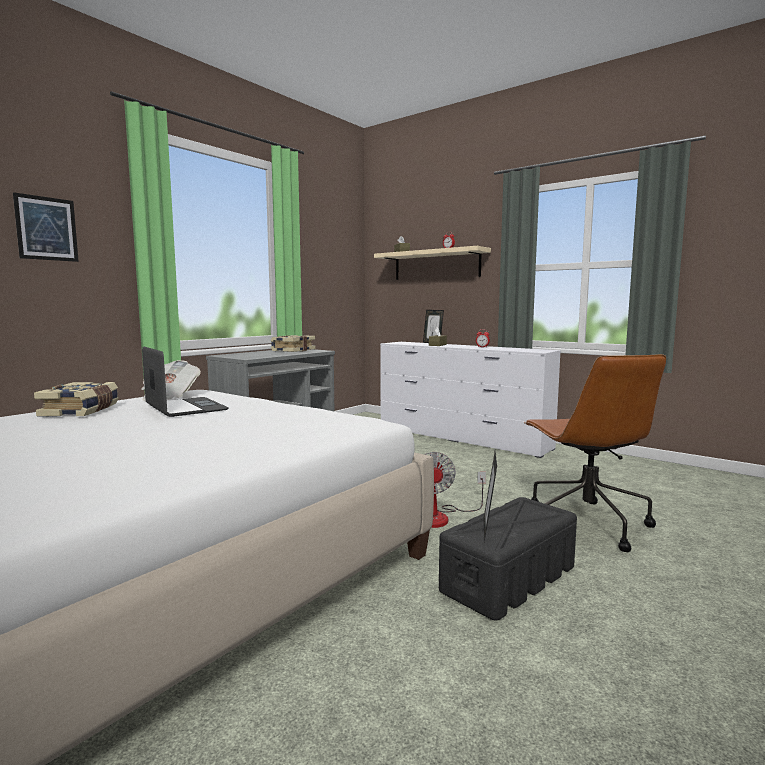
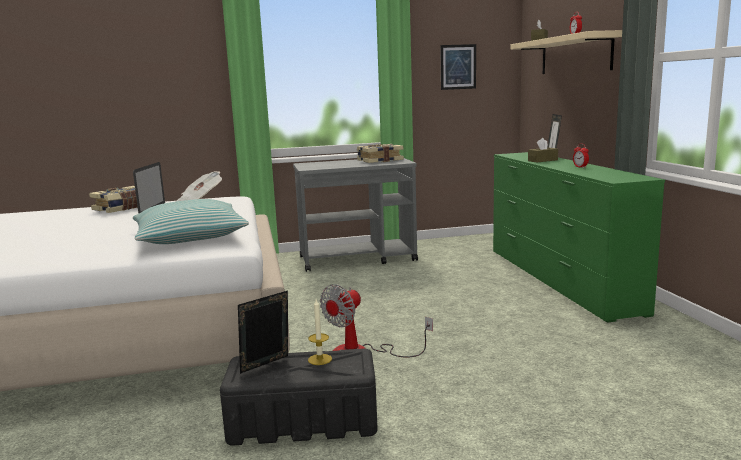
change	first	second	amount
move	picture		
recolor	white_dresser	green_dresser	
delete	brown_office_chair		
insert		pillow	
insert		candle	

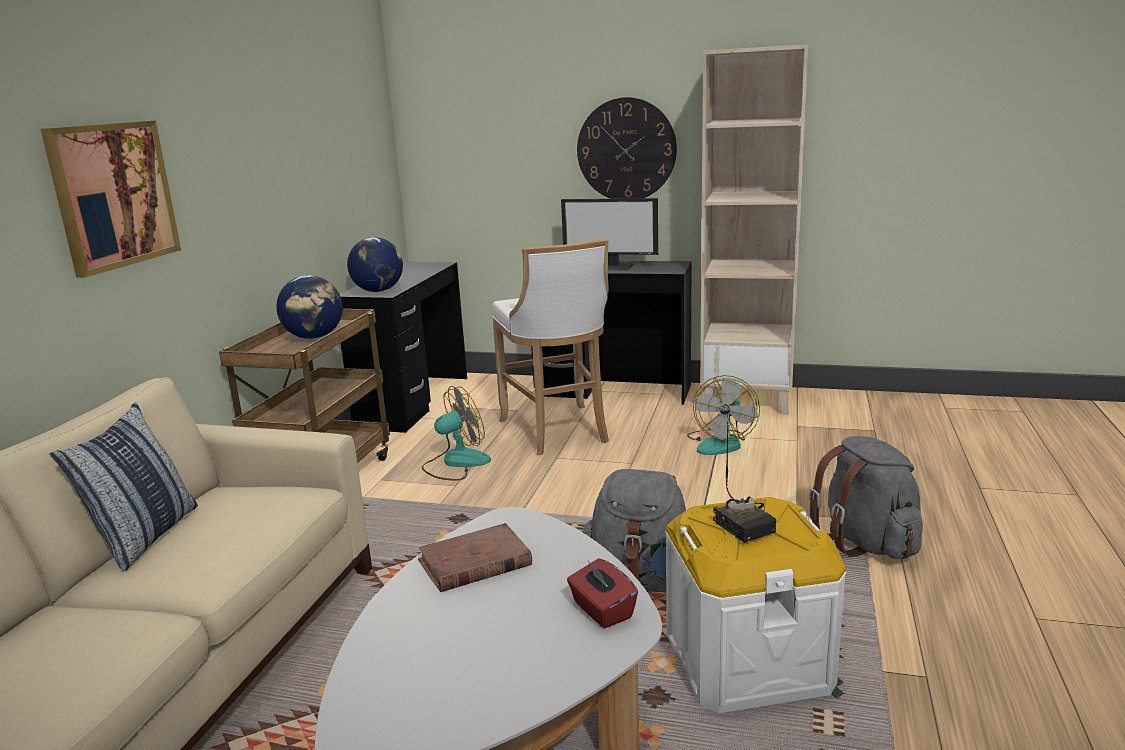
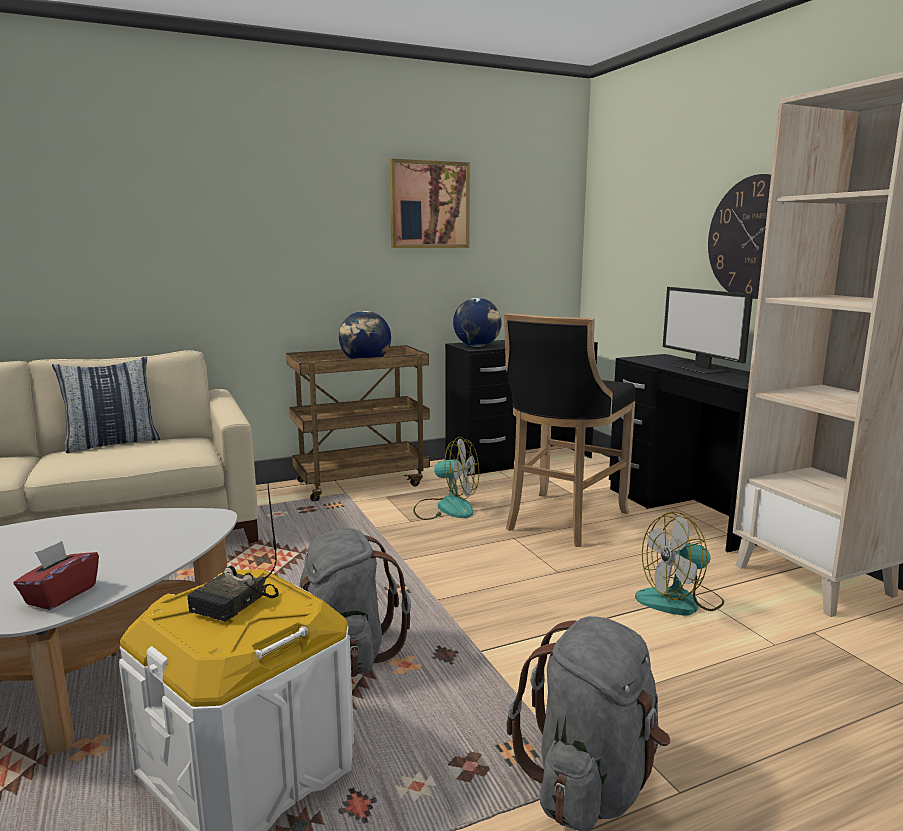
change	first	second	amount
move	picture		
recolor	white_stool	black_stool	
delete	brown_book		

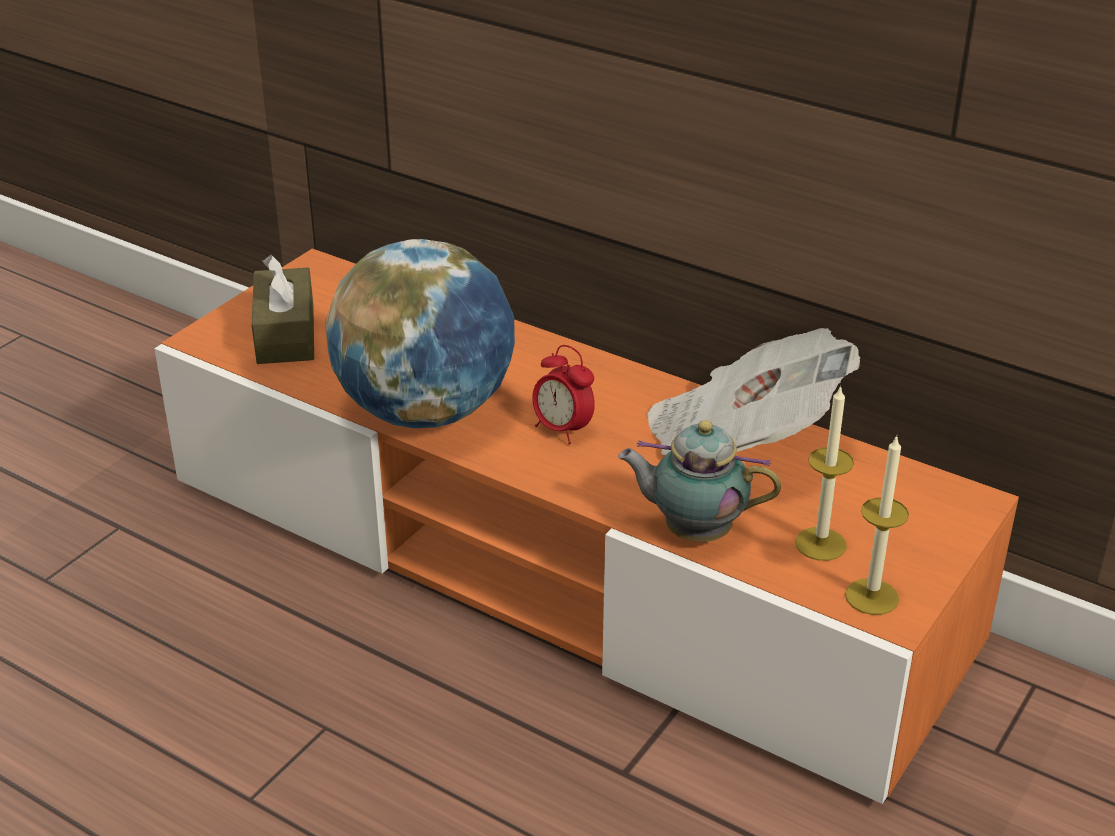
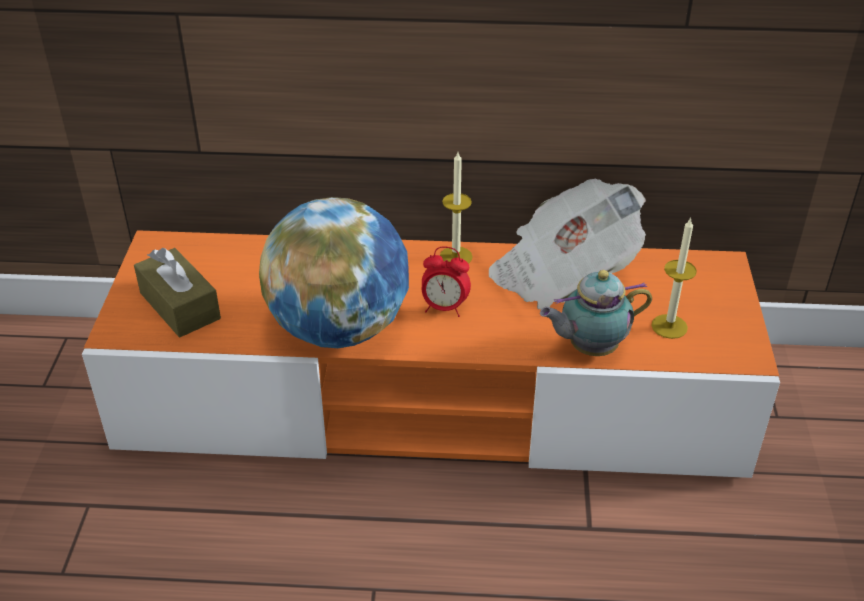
change	first	second	amount
move	candle (2nd from left in the first image)	candle (1st from left)	

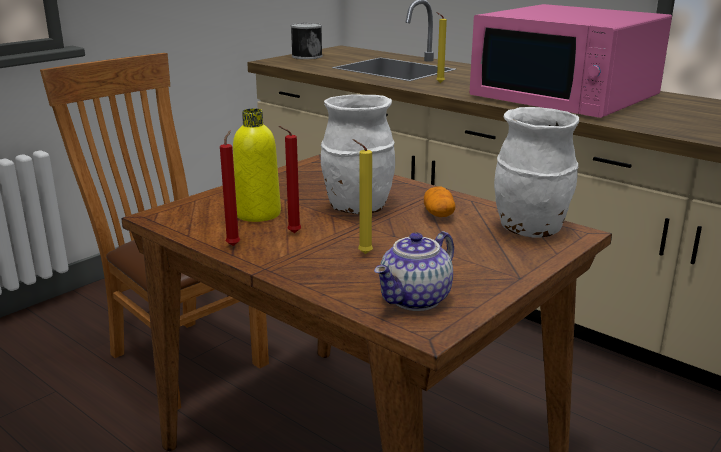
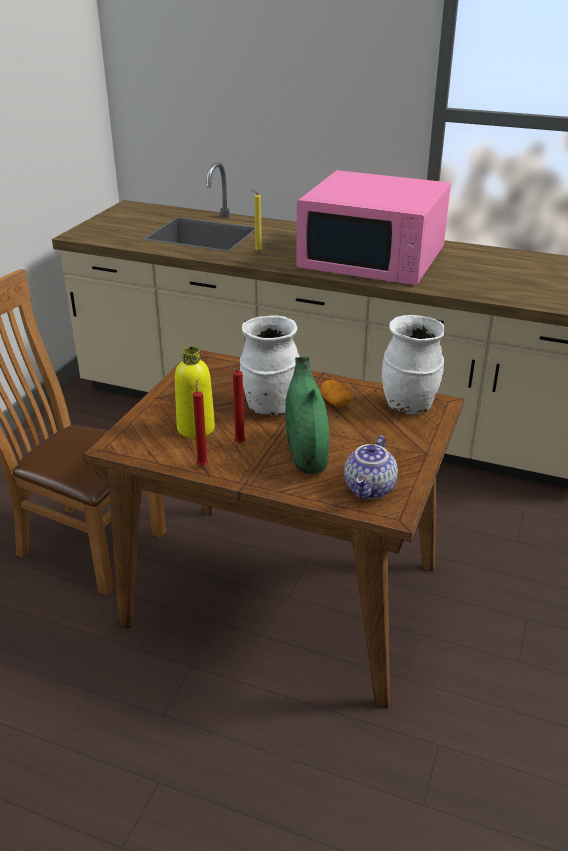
change	first	second	amount
delete	can		
replace	yellow_candle (1st from left)	green_vase	

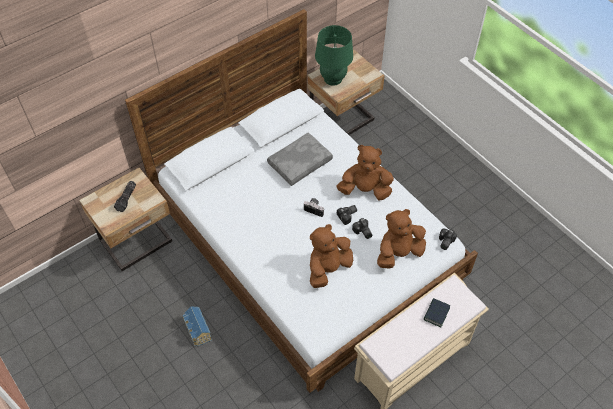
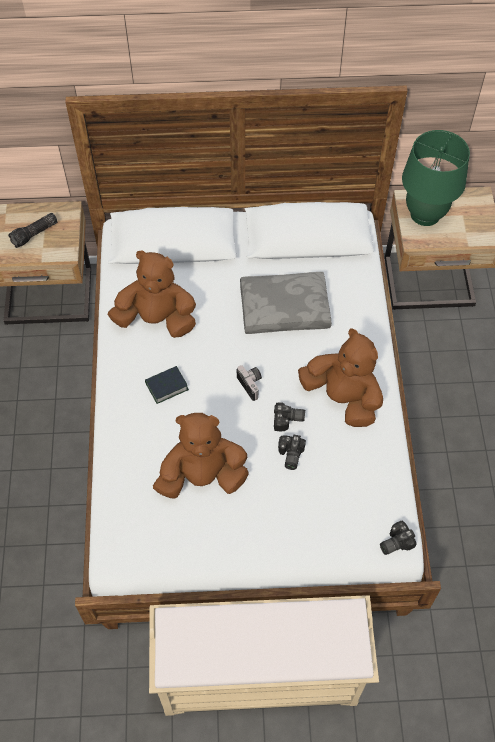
change	first	second	amount
move	brown_plush_toy (3rd from left in the first image)	brown_plush_toy (1st from left)	
move	book		
delete	toy_house		

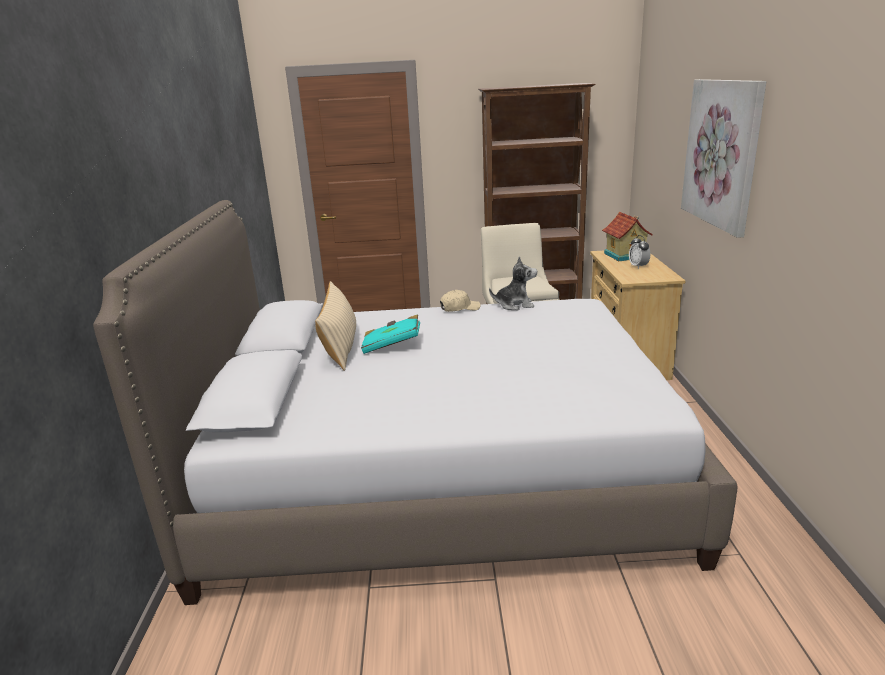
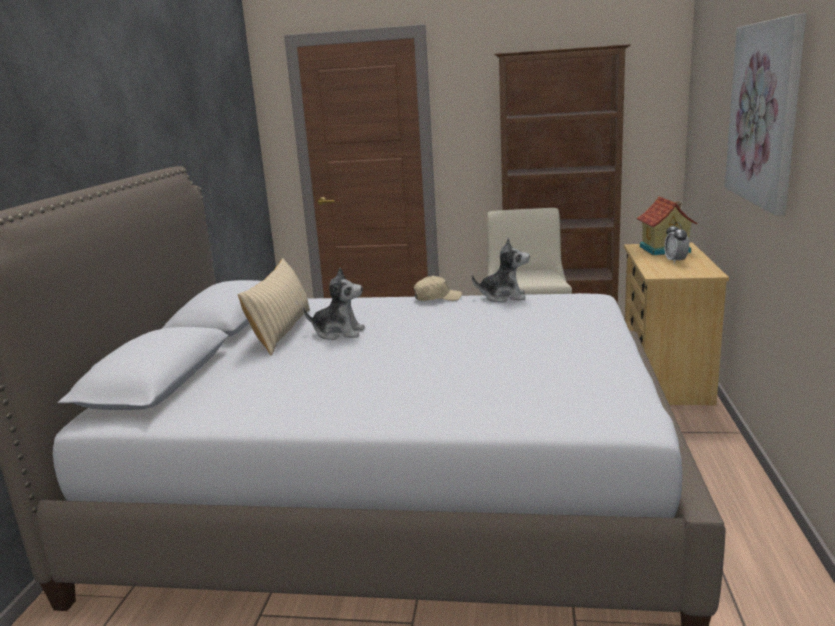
change	first	second	amount
replace	turquoise_book	plush_toy (1st from left)	

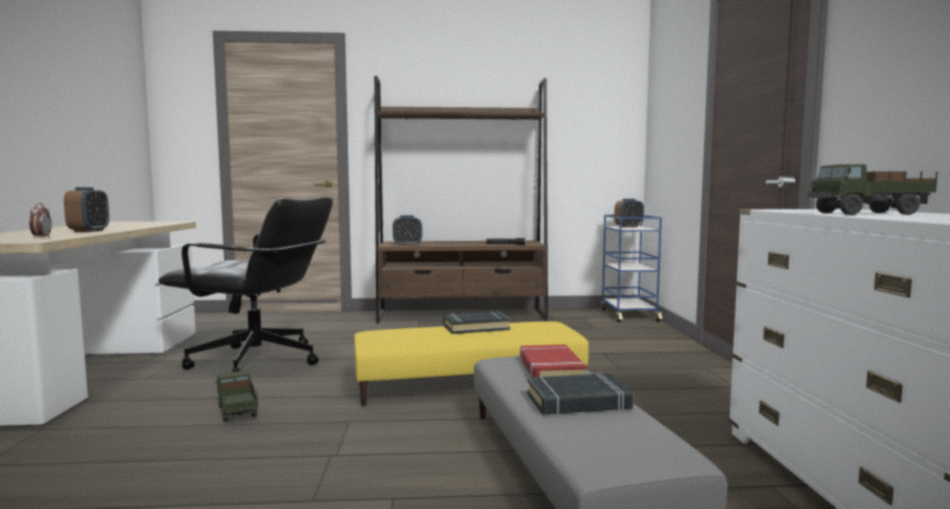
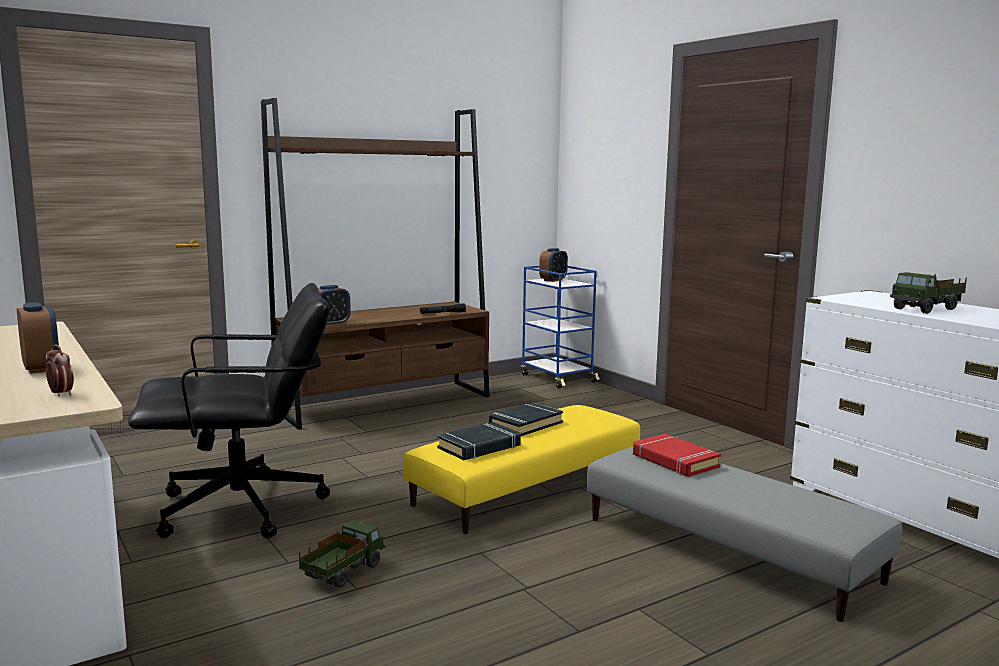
change	first	second	amount
rotate	toy_truck (1st from left)		90 degrees clockwise
move	black_book (2nd from left in the first image)	black_book (1st from left)	

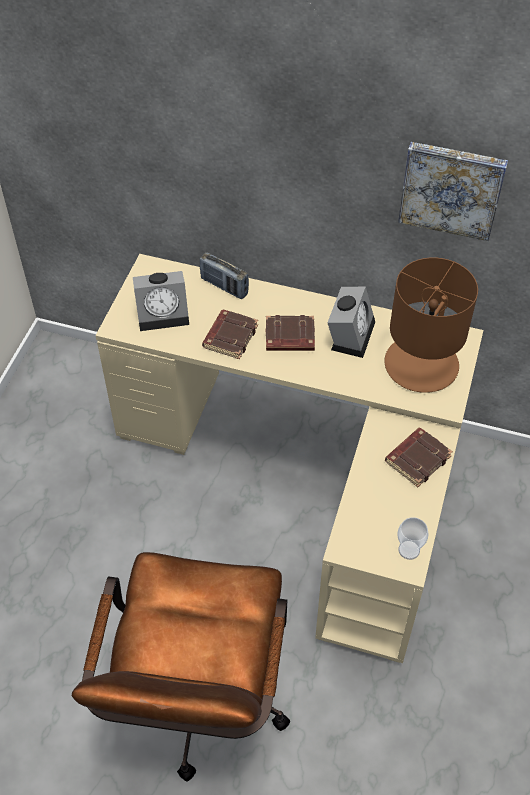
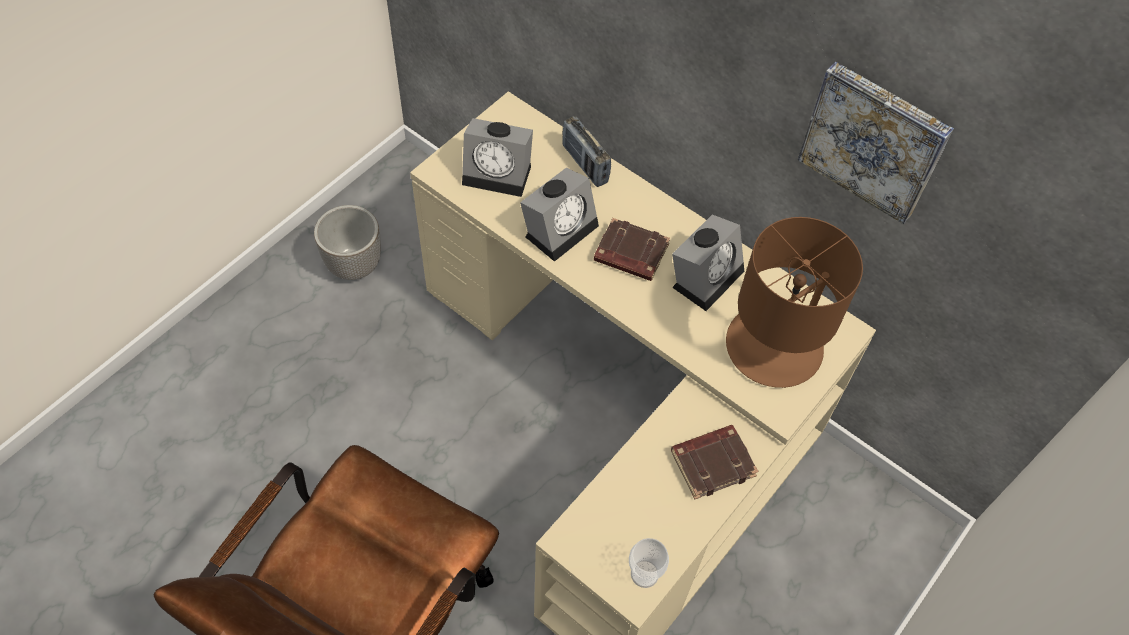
change	first	second	amount
replace	brown_book (1st from left)	alarm_clock (2nd from left)	
insert		planter	

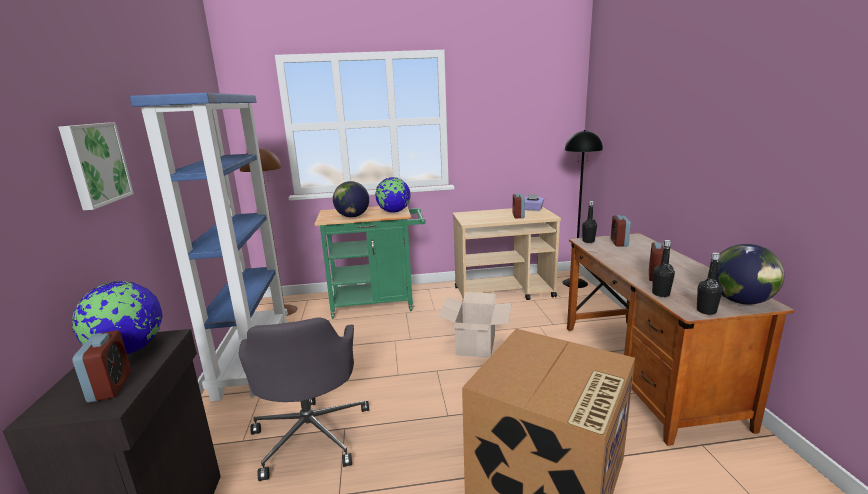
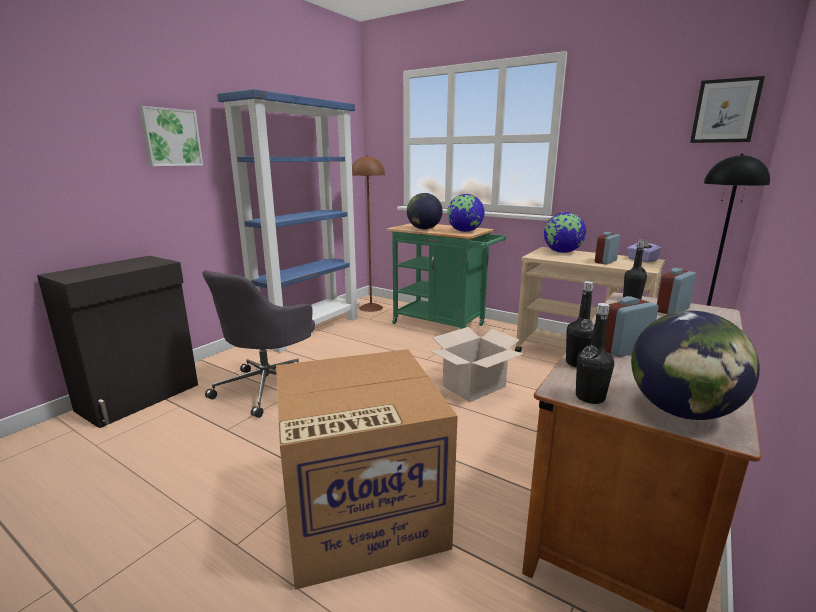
change	first	second	amount
move	globe (1st from left in the first image)	globe (3rd from left)	
delete	alarm_clock (1st from left)		
insert		picture (2nd from left)	

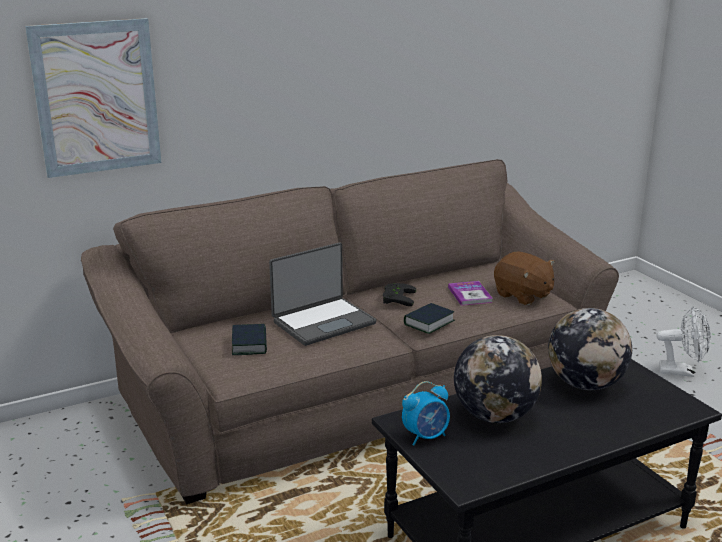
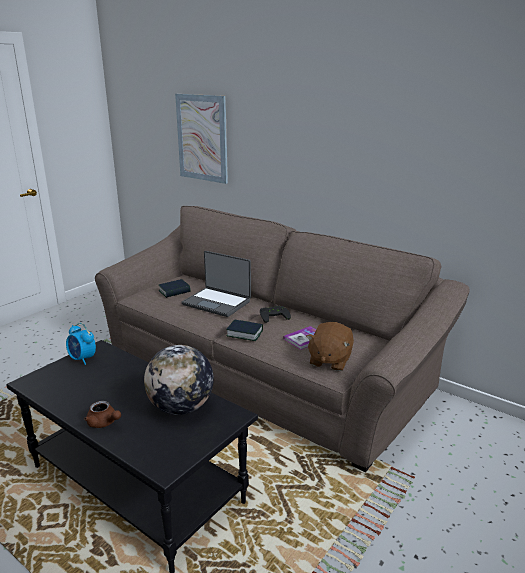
change	first	second	amount
delete	white_fan		
delete	globe (1st from left)		
insert		brown_teapot	

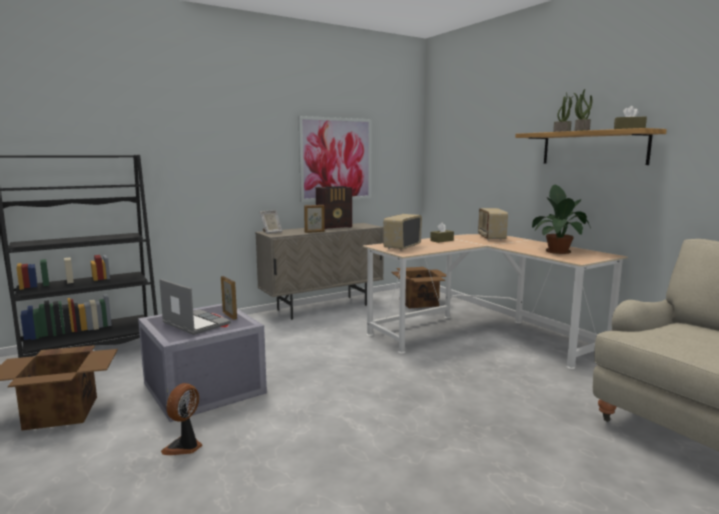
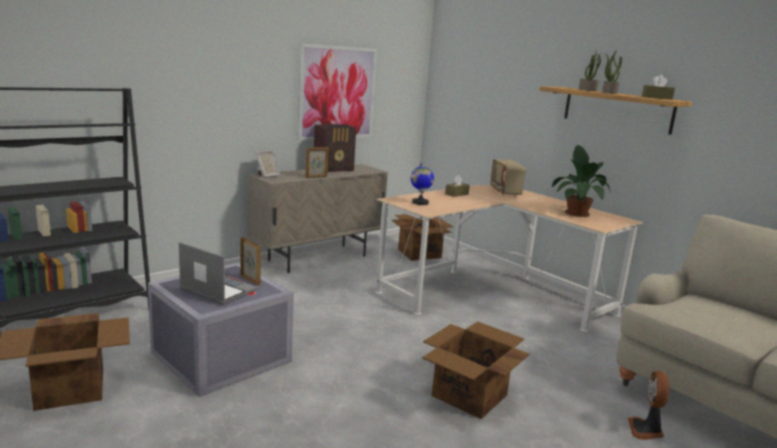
change	first	second	amount
replace	radio (2nd from left)	globe	
move	fan		
insert		cardboard_box (3rd from left)	

